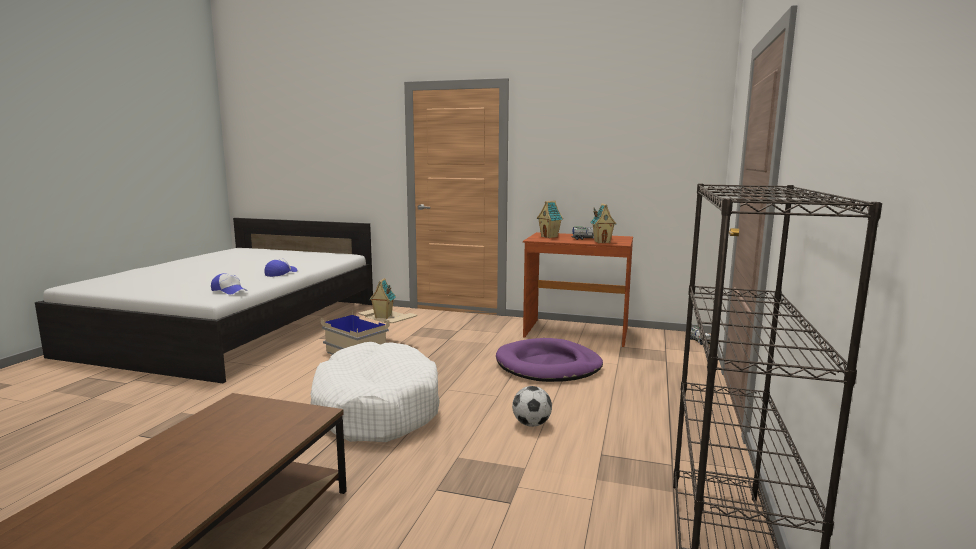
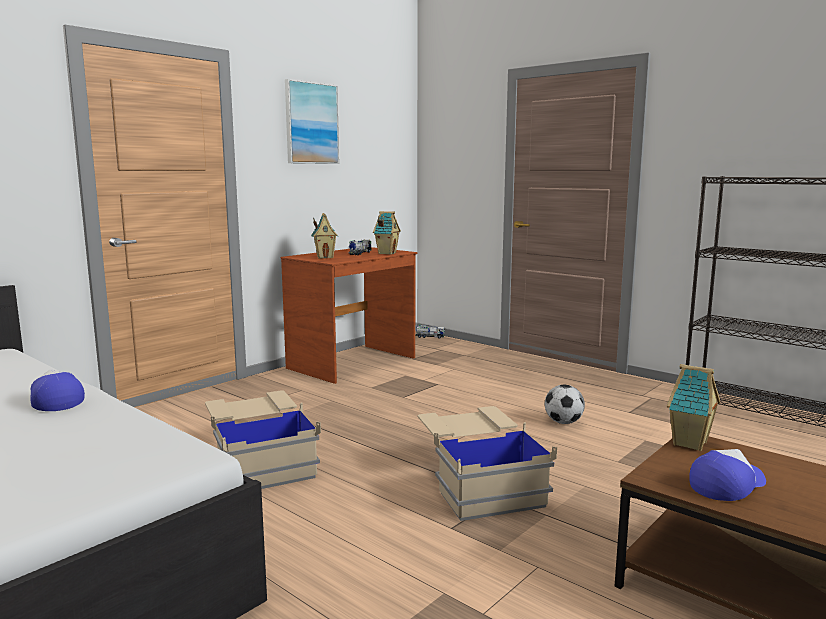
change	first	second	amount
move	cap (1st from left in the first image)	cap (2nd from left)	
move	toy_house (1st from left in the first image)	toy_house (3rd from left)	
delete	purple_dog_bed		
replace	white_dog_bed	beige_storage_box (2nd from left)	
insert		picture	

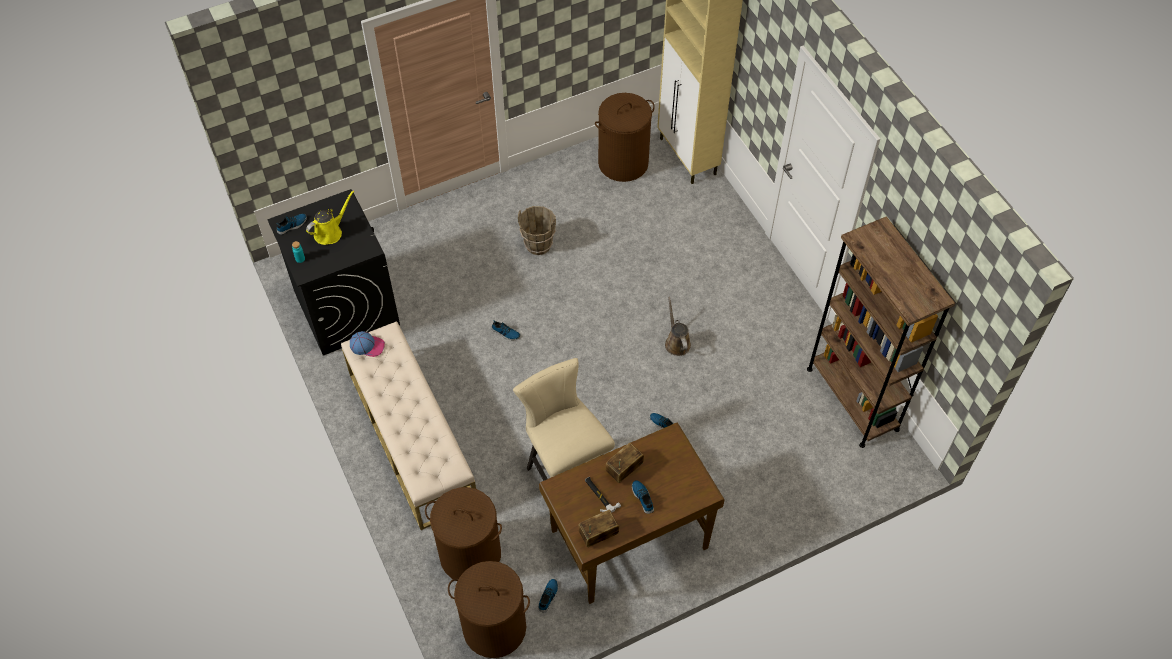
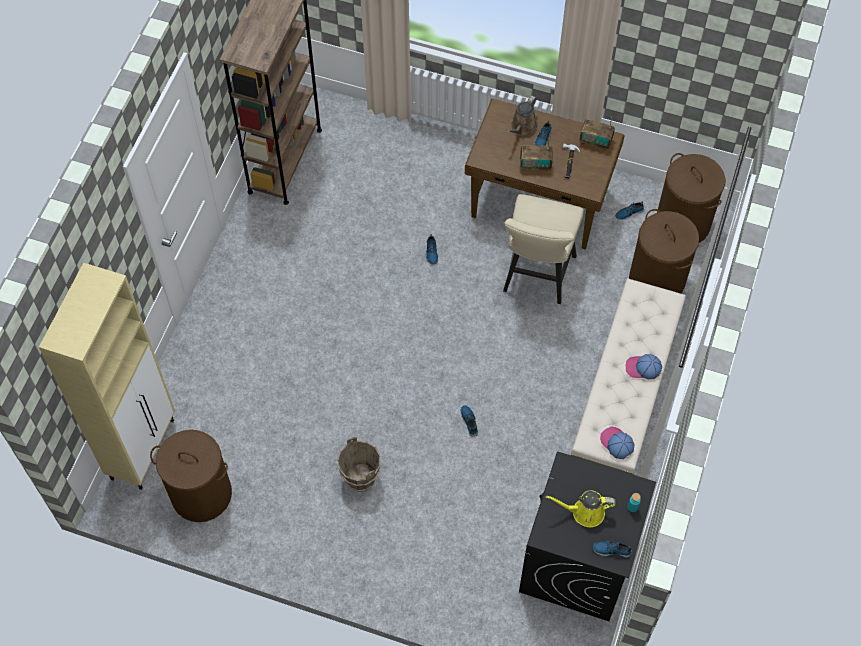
change	first	second	amount
move	brown_watering_can		
insert		cap (2nd from left)	

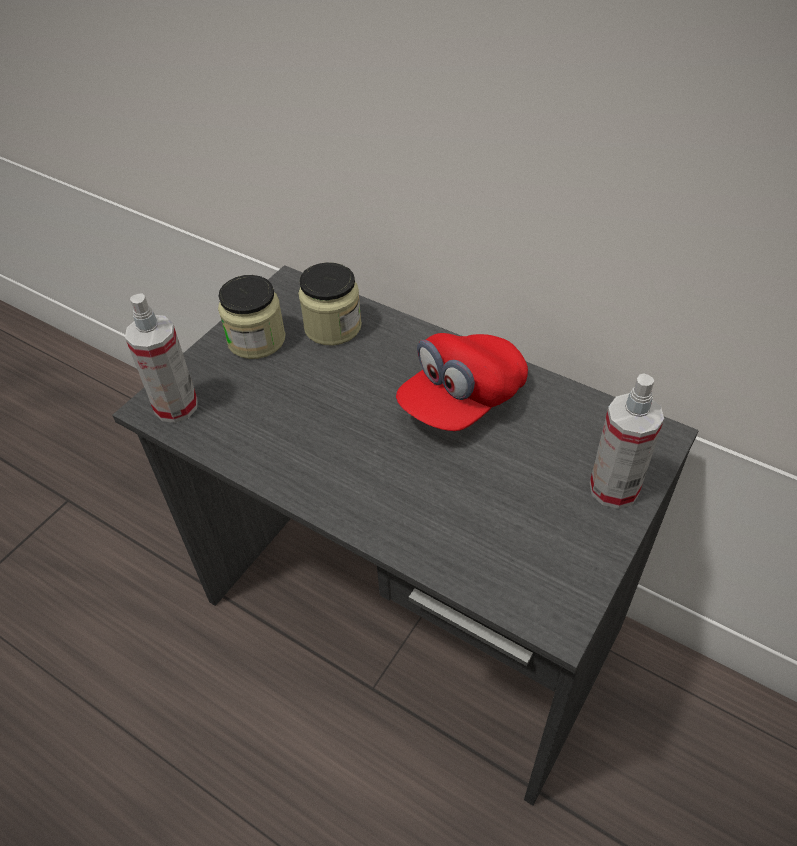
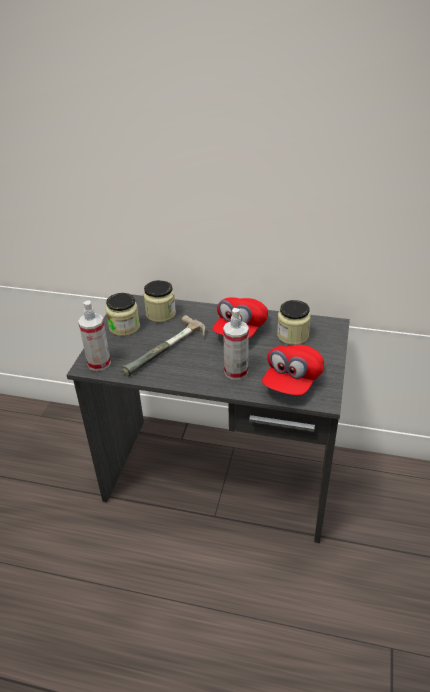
change	first	second	amount
move	spray_bottle (2nd from left)		
insert		jar (3rd from left)	
insert		hammer	
insert		red_cap (2nd from left)	

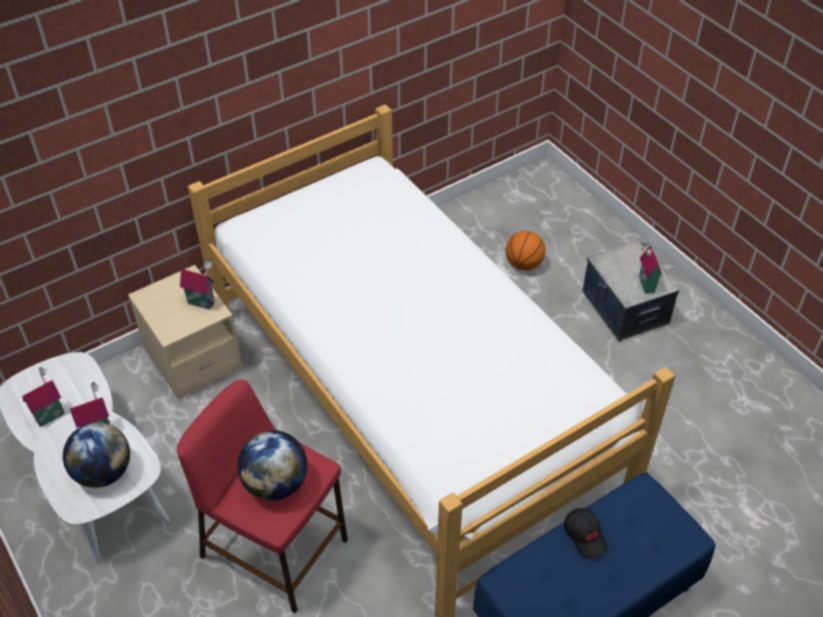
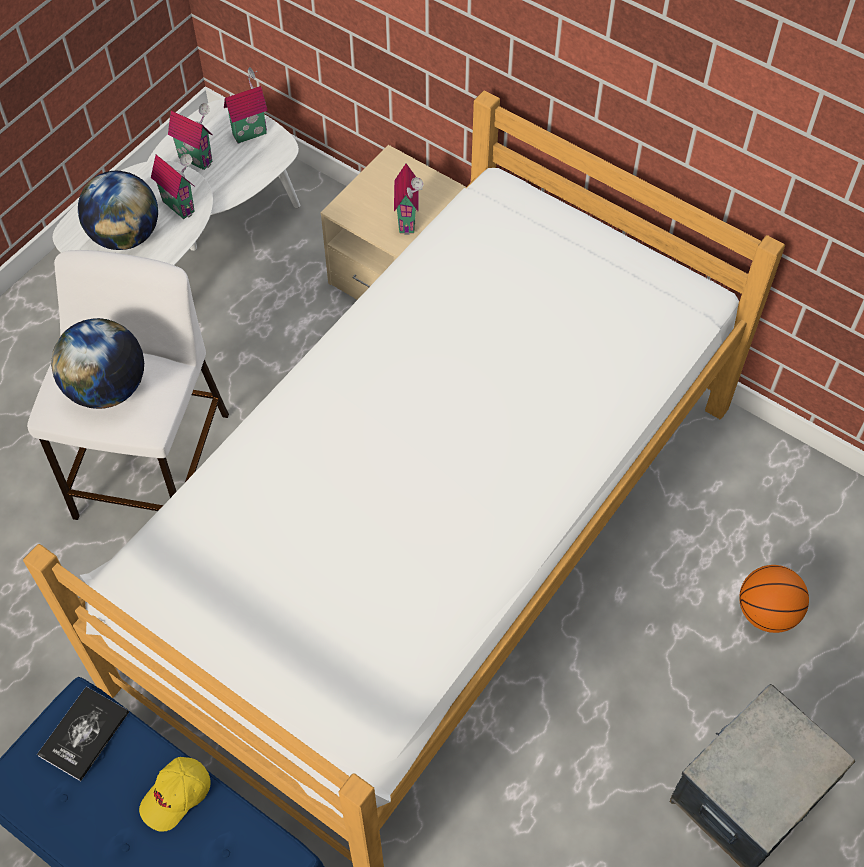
change	first	second	amount
move	toy_house (4th from left in the first image)	toy_house (3rd from left)	
recolor	red_stool	white_stool	
recolor	black_cap	yellow_cap	
insert		book	

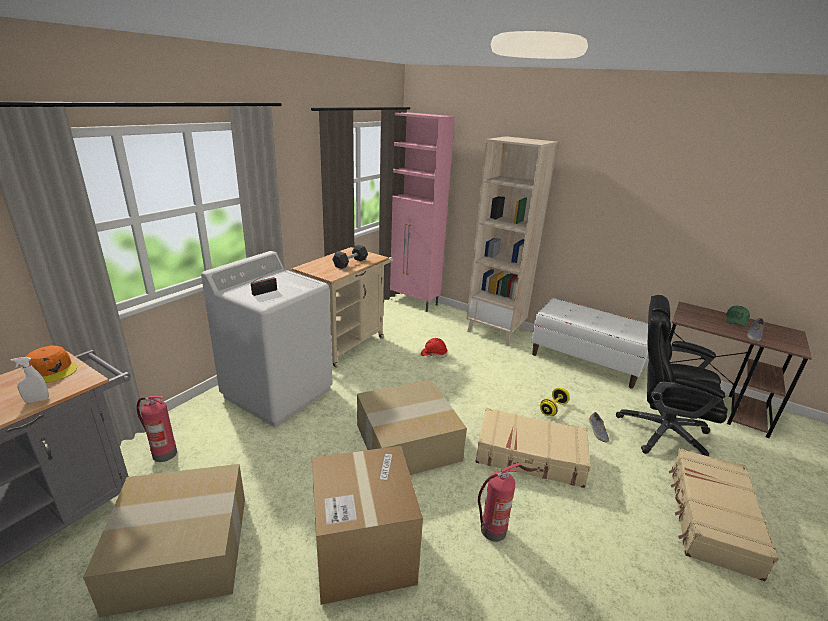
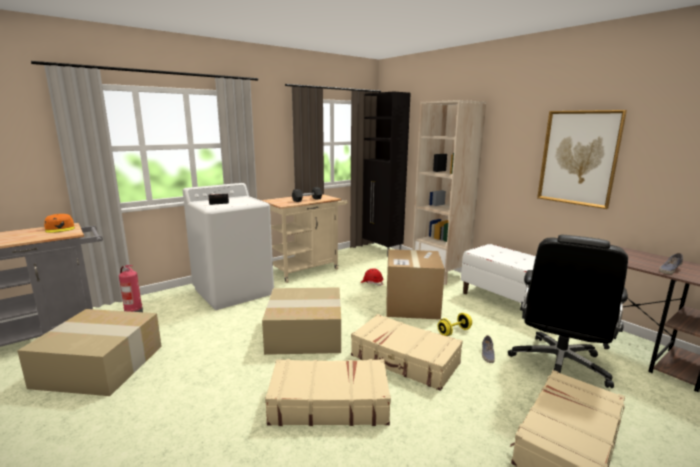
change	first	second	amount
recolor	pink_cabinet	black_cabinet	
rotate	black_office_chair		105 degrees counterclockwise
delete	green_cap		
delete	white_spray_bottle		
move	cardboard_box (2nd from left in the first image)	cardboard_box (3rd from left)	
replace	fire_extinguisher (2nd from left)	beige_suitcase (1st from left)	
insert		picture	

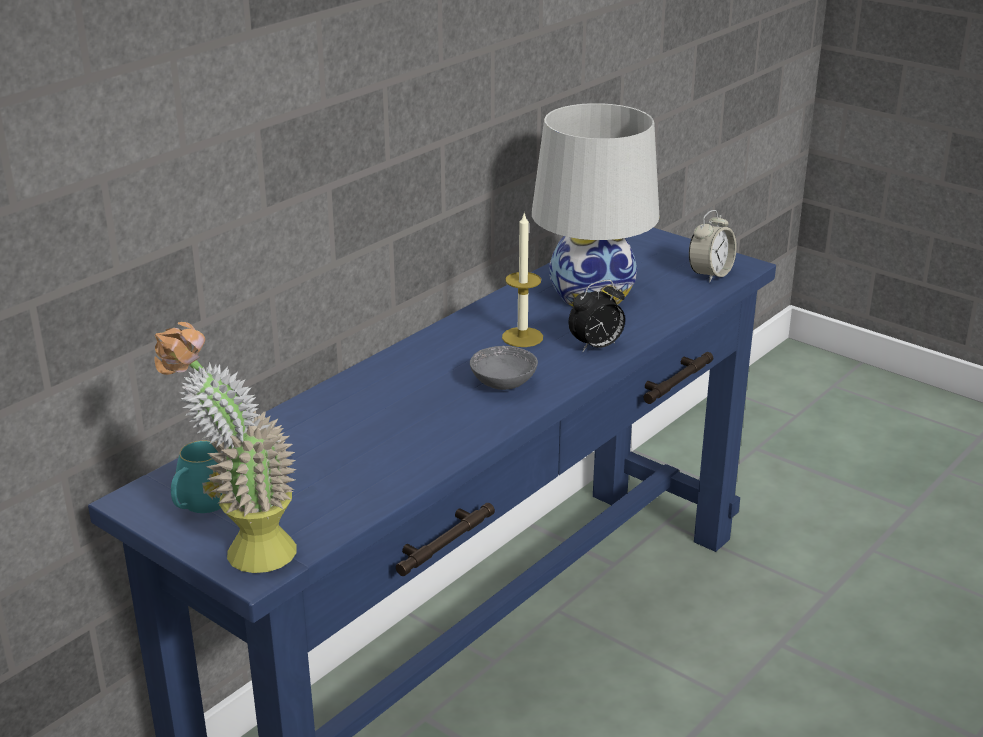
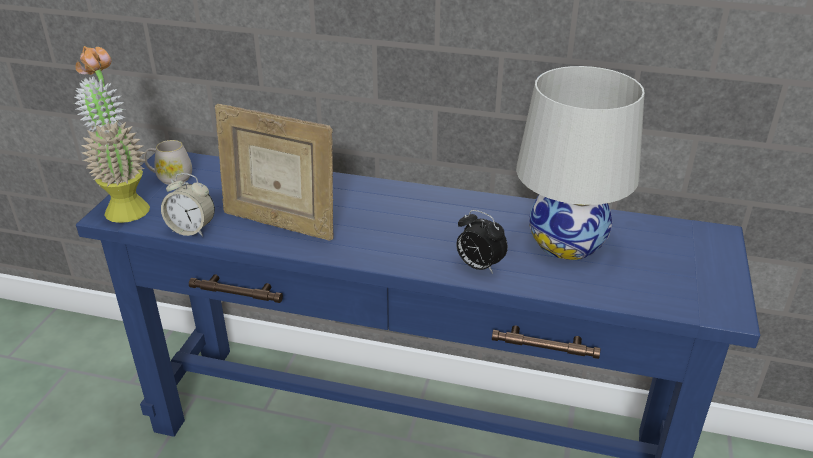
change	first	second	amount
move	alarm_clock (2nd from left in the first image)	alarm_clock (1st from left)	
delete	candle		
delete	grey_bowl		
recolor	turquoise_mug	white_mug	
insert		picture_frame	

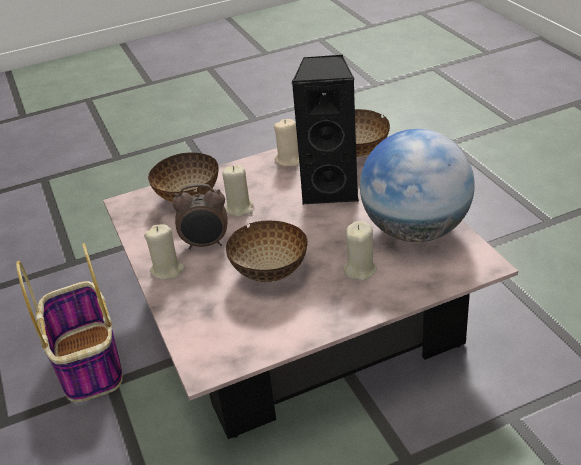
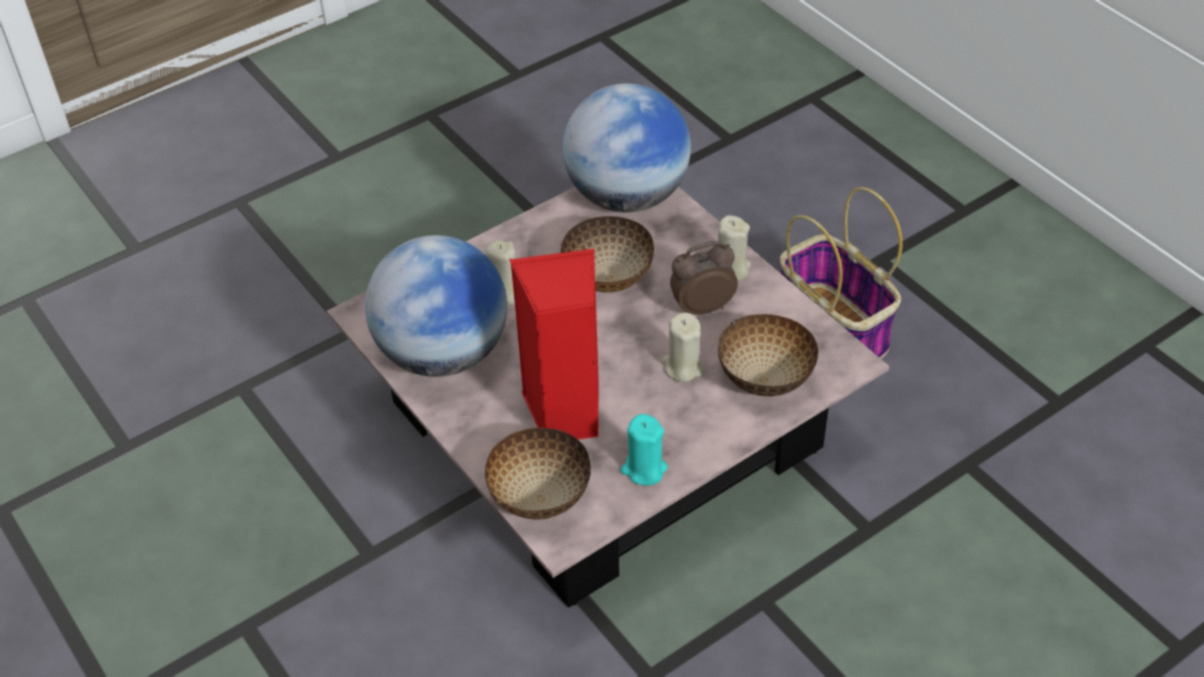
change	first	second	amount
recolor	black_speaker	red_speaker	
recolor	beige_candle (3rd from left)	turquoise_candle	
insert		globe (2nd from left)	

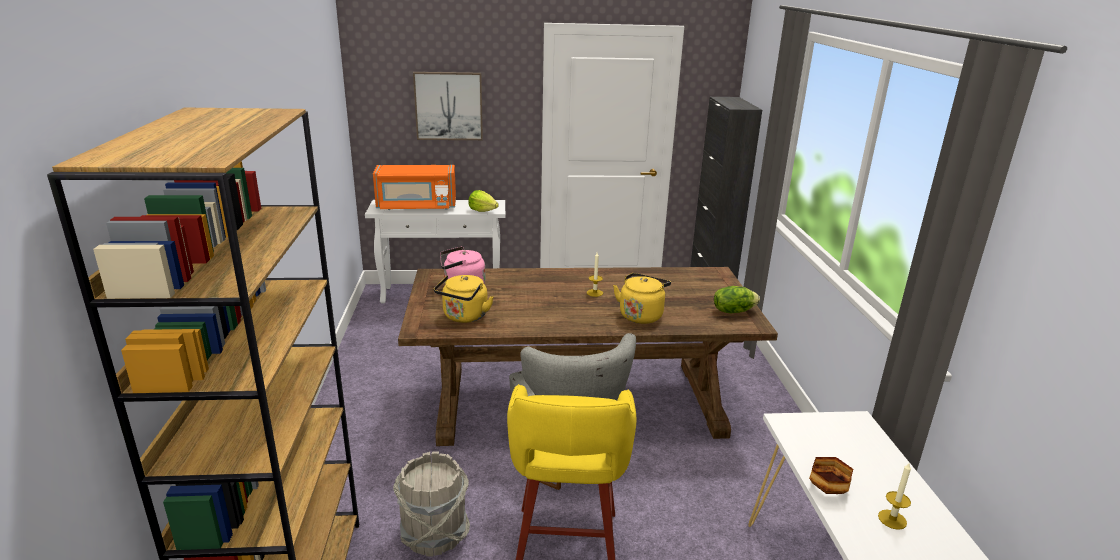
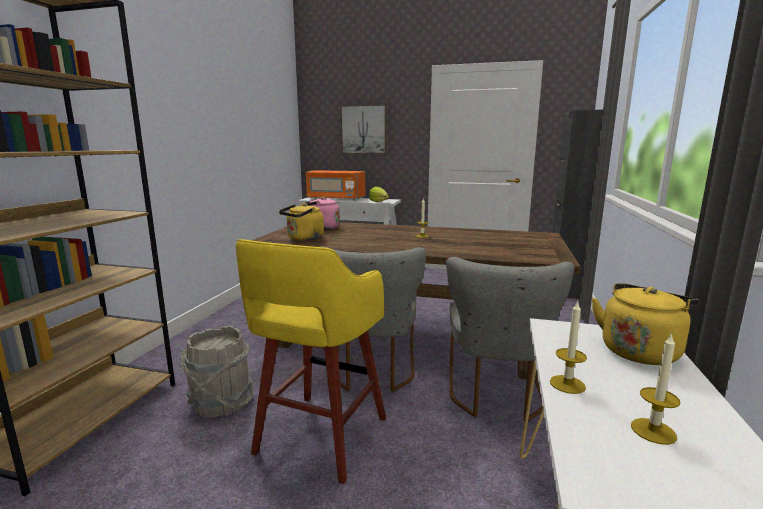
change	first	second	amount
move	yellow_kettle (2nd from left)		
delete	lettuce (2nd from left)		
replace	bowl	candle (2nd from left)	
insert		grey_chair (2nd from left)	

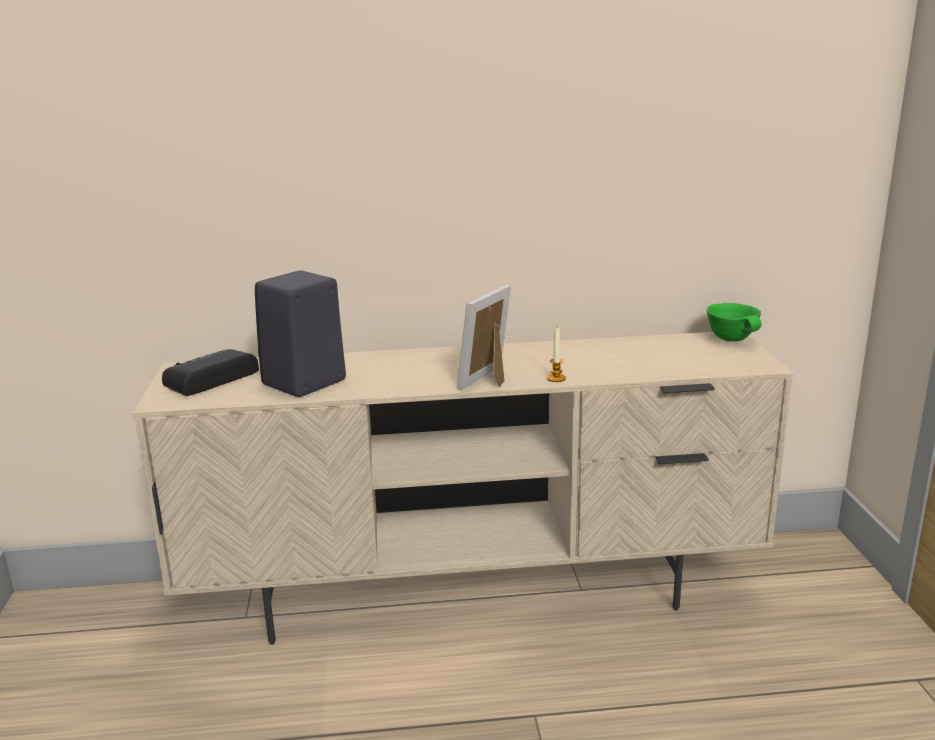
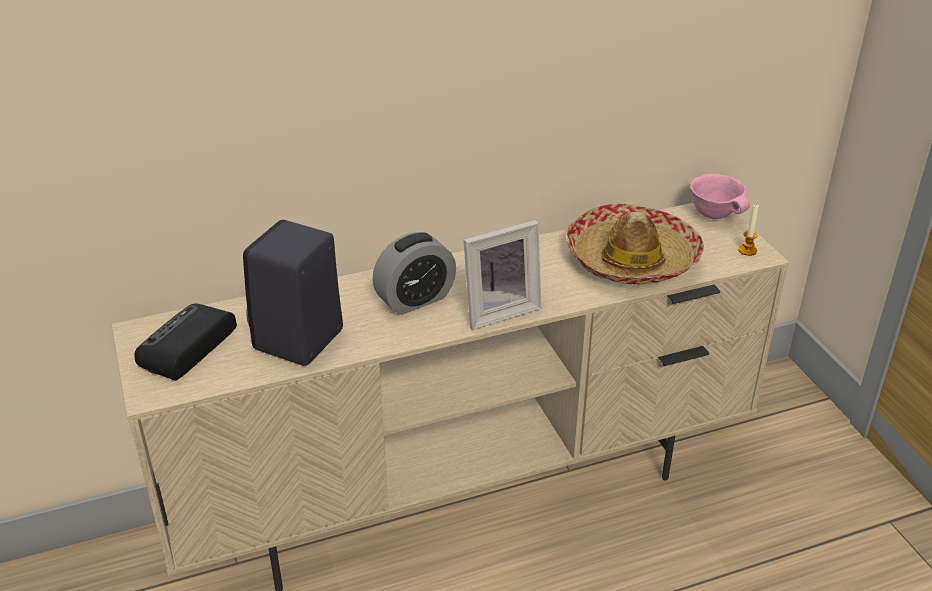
change	first	second	amount
rotate	picture_frame		135 degrees counterclockwise
recolor	green_bowl	pink_bowl	
move	candle		
insert		hat	
insert		alarm_clock	

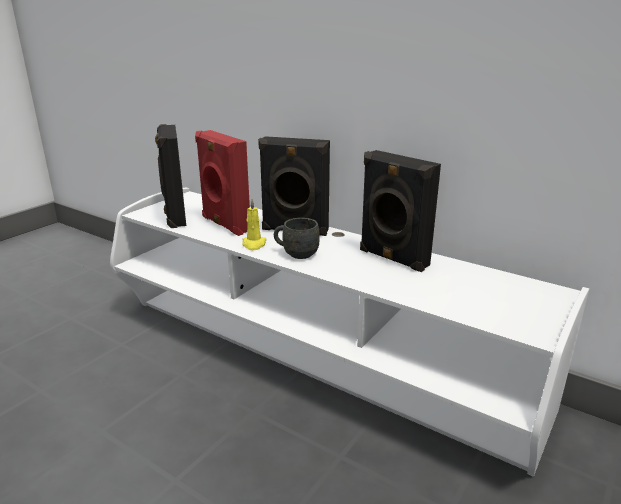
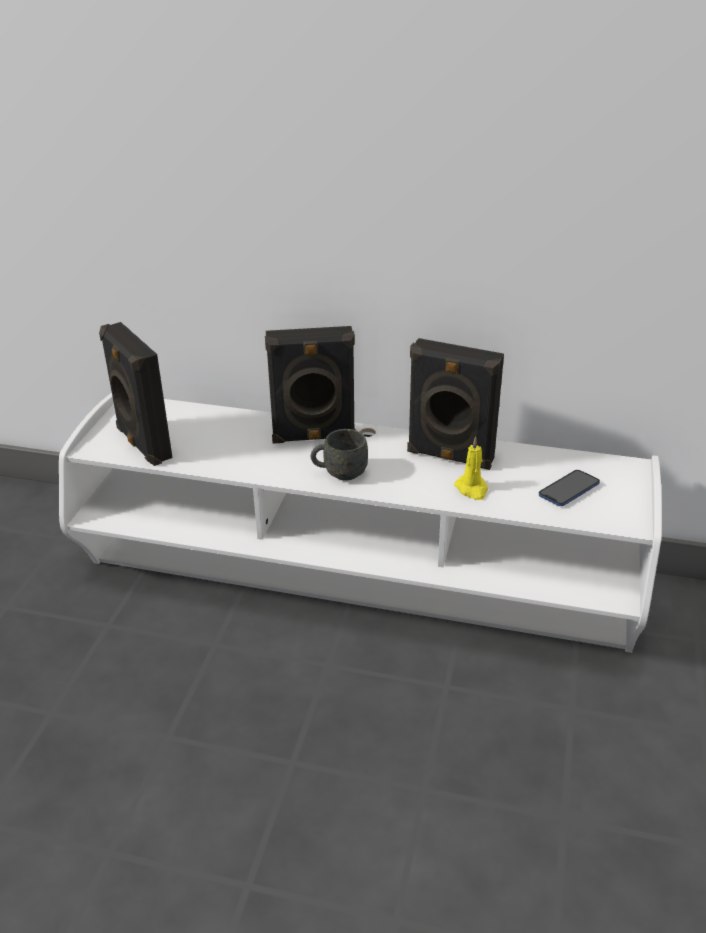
change	first	second	amount
delete	red_speaker		
move	yellow_candle		
insert		phone	

